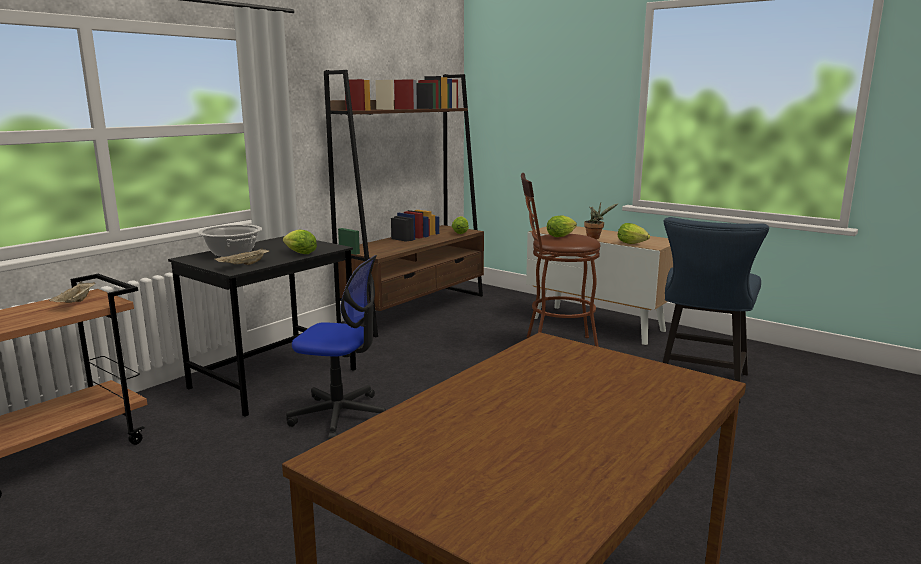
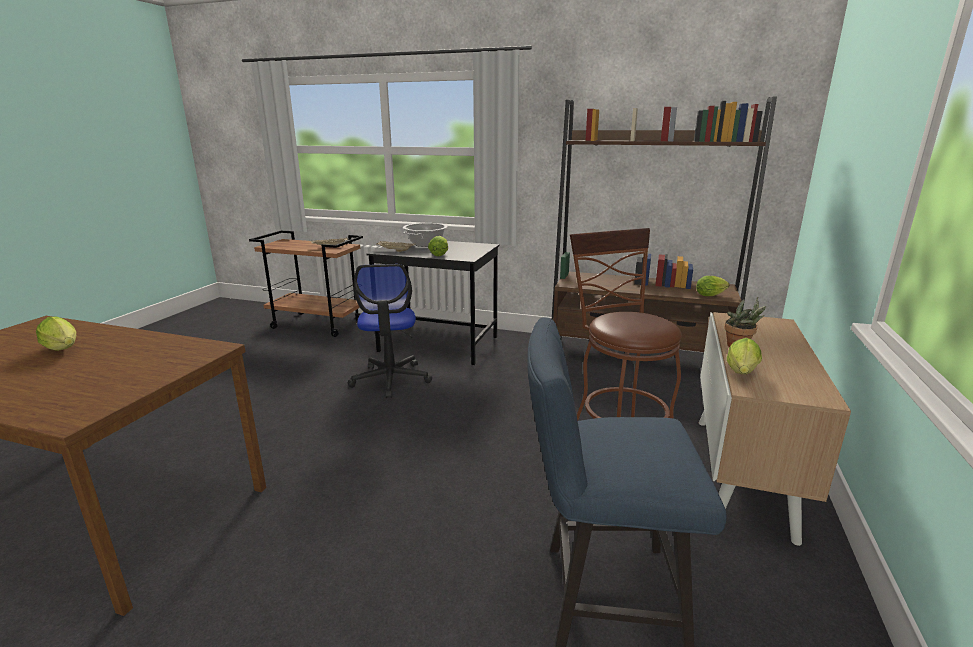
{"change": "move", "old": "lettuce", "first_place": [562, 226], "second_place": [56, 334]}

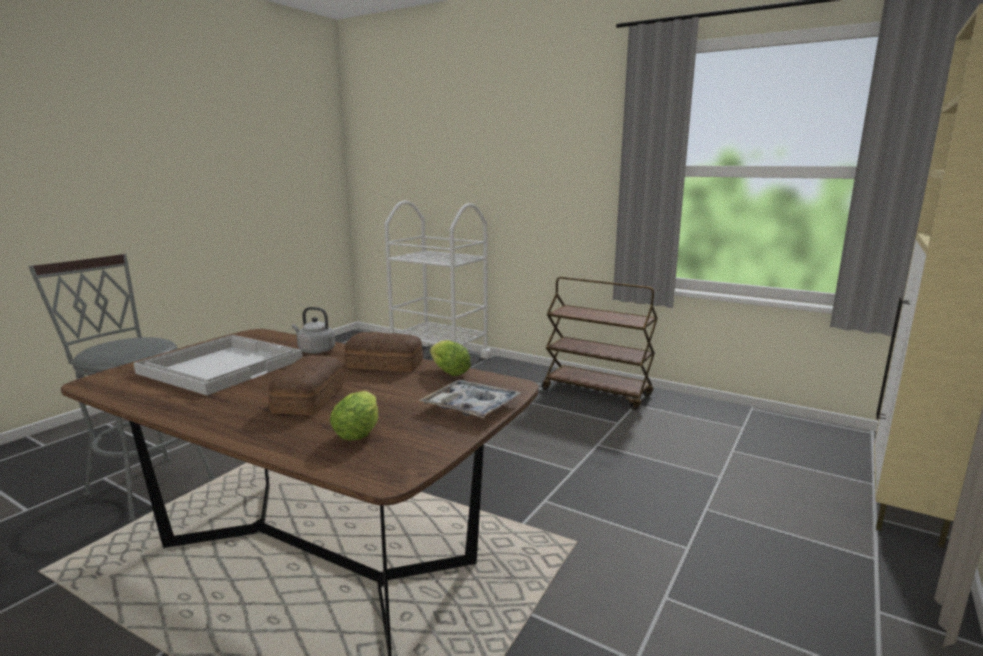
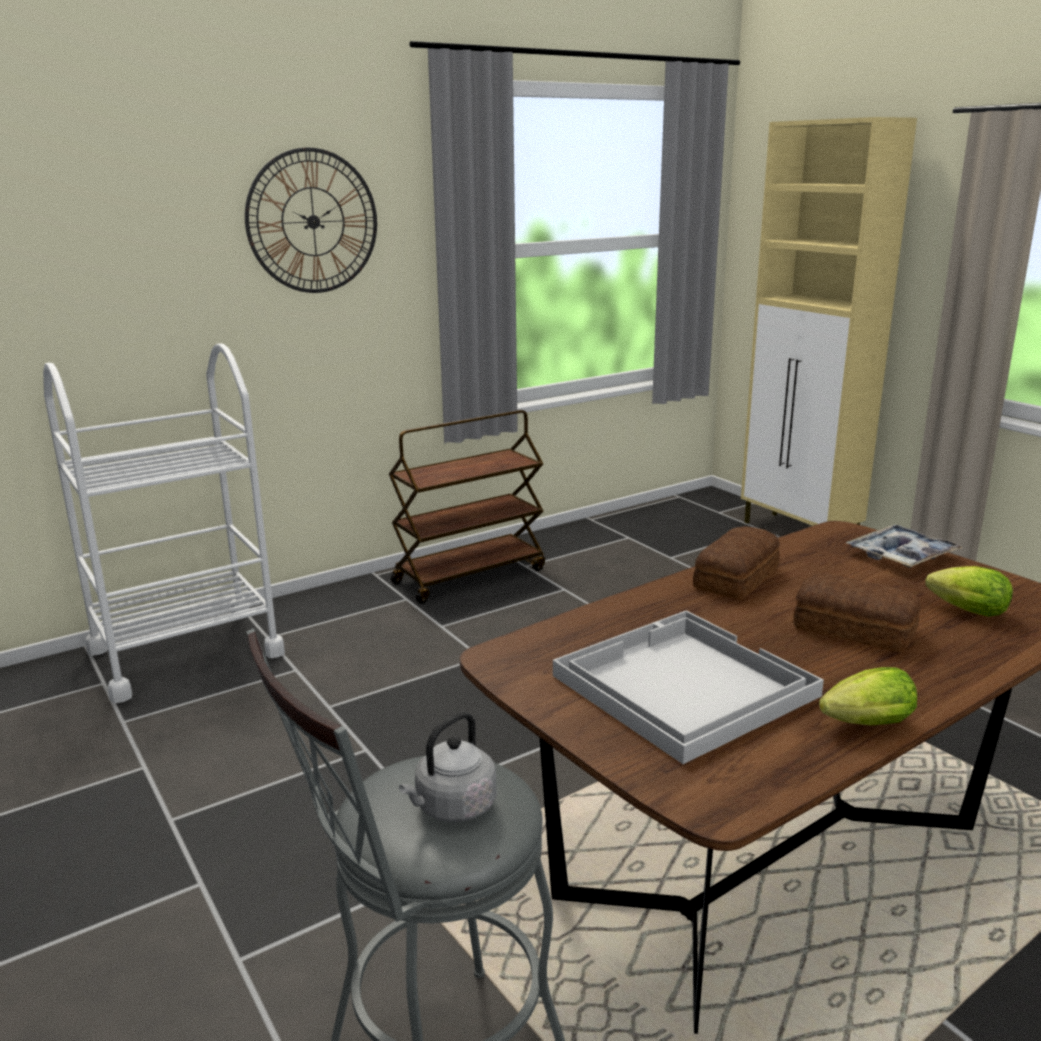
{"change": "insert", "new": "wall clock", "second_place": [311, 220]}
{"change": "move", "old": "grey kettle", "first_place": [313, 330], "second_place": [448, 767]}
{"change": "move", "old": "lettuce", "first_place": [450, 358], "second_place": [868, 696]}

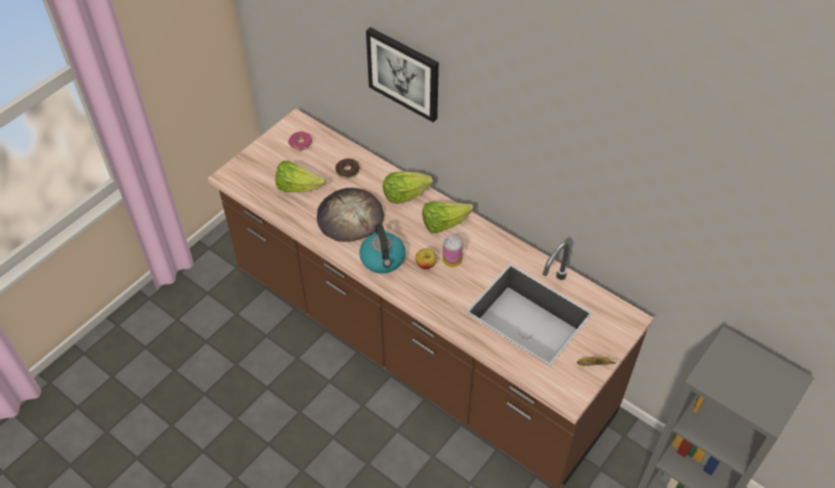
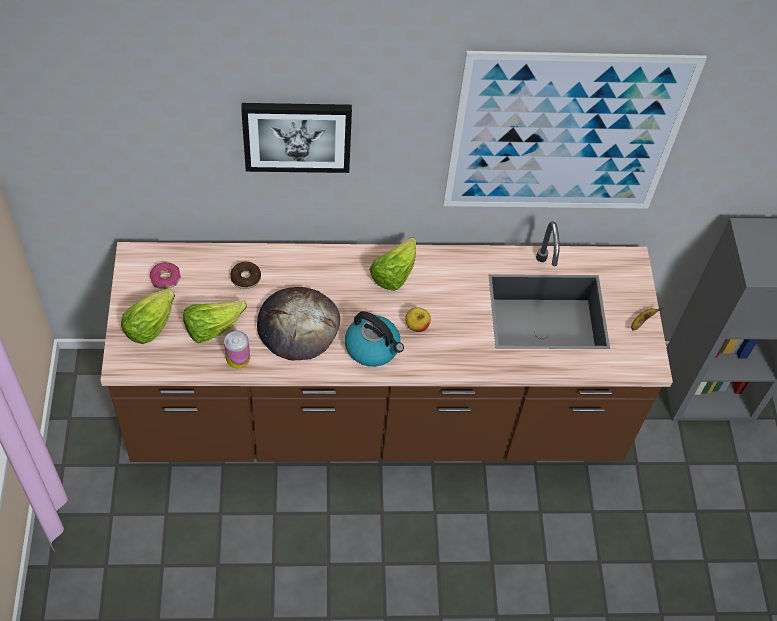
{"change": "insert", "new": "picture", "second_place": [575, 129]}
{"change": "move", "old": "lettuce", "first_place": [408, 187], "second_place": [148, 316]}
{"change": "move", "old": "can", "first_place": [452, 251], "second_place": [237, 349]}

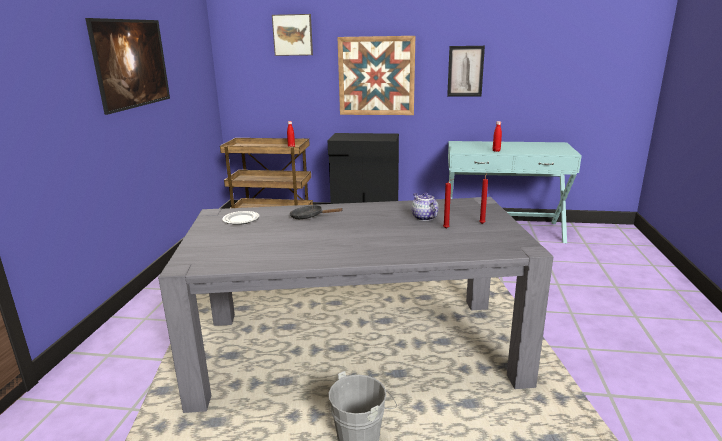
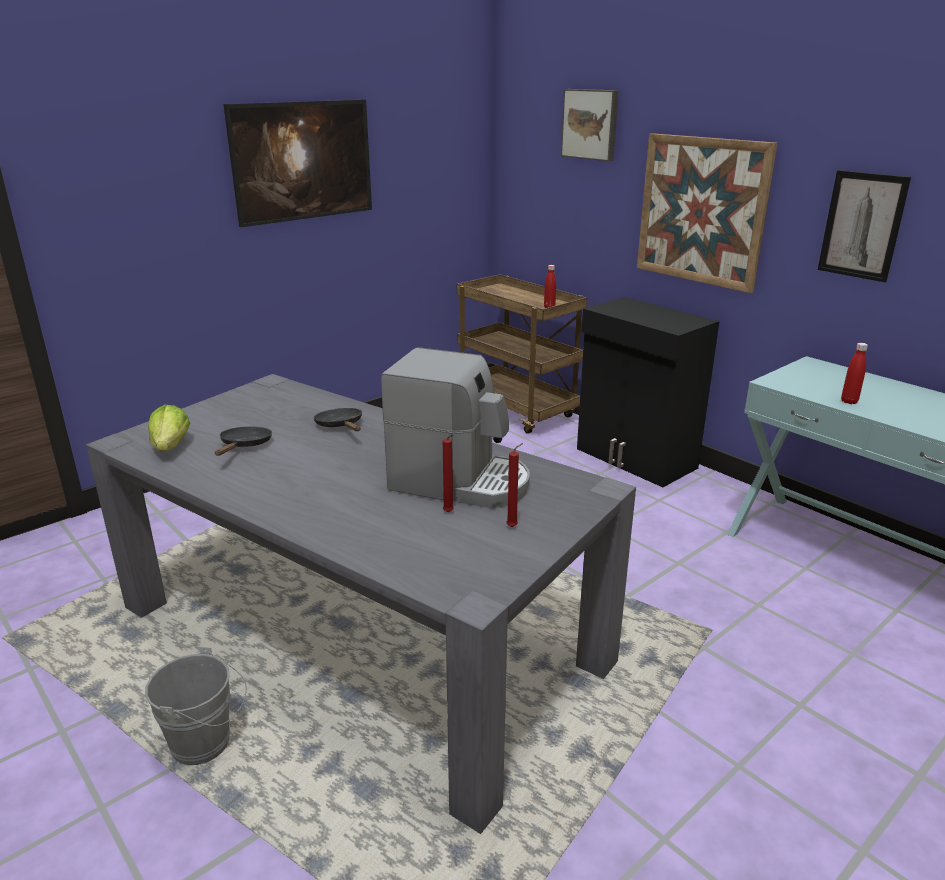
{"change": "delete", "old": "plate", "first_place": [240, 218]}
{"change": "insert", "new": "lettuce", "second_place": [169, 428]}
{"change": "insert", "new": "black frying pan", "second_place": [243, 441]}
{"change": "replace", "old": "teapot", "new": "coffee machine", "first_place": [425, 206], "second_place": [455, 428]}

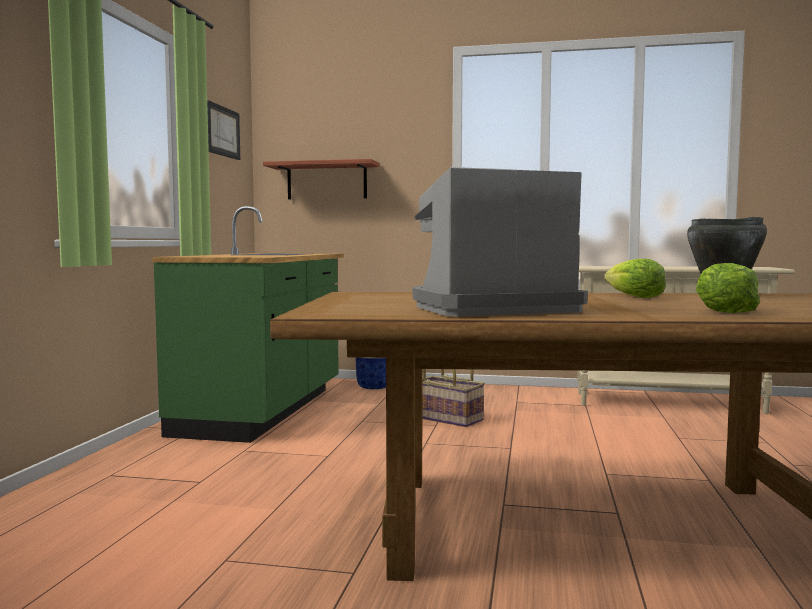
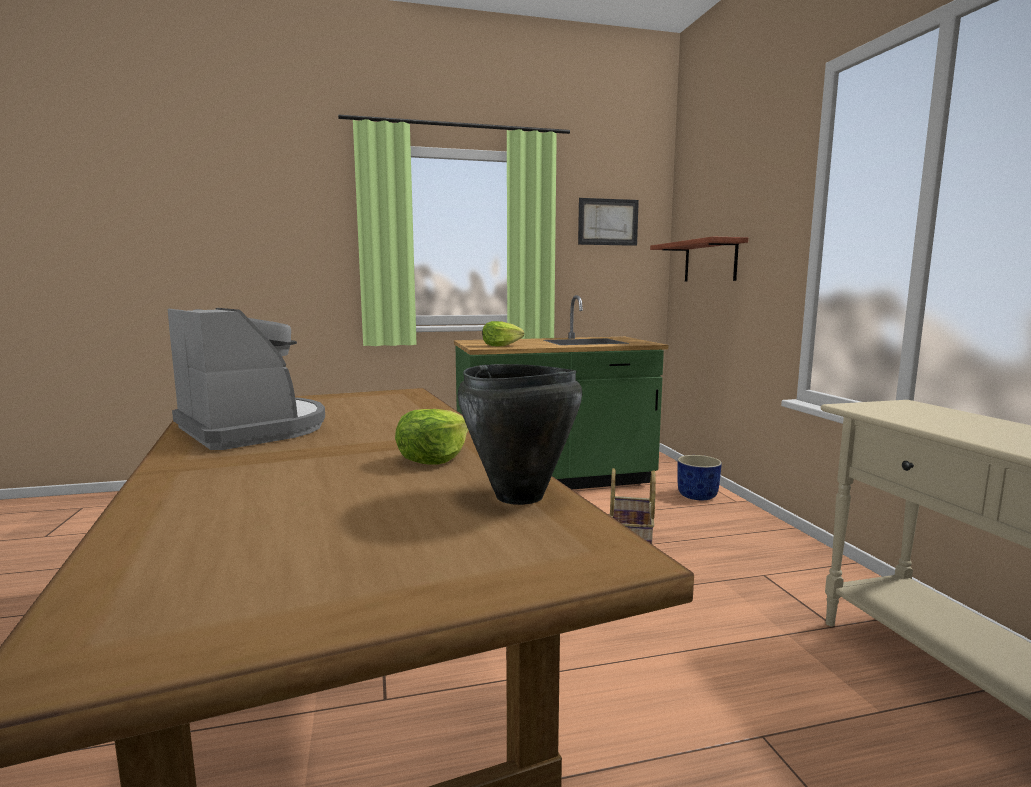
{"change": "move", "old": "lettuce", "first_place": [728, 288], "second_place": [503, 333]}

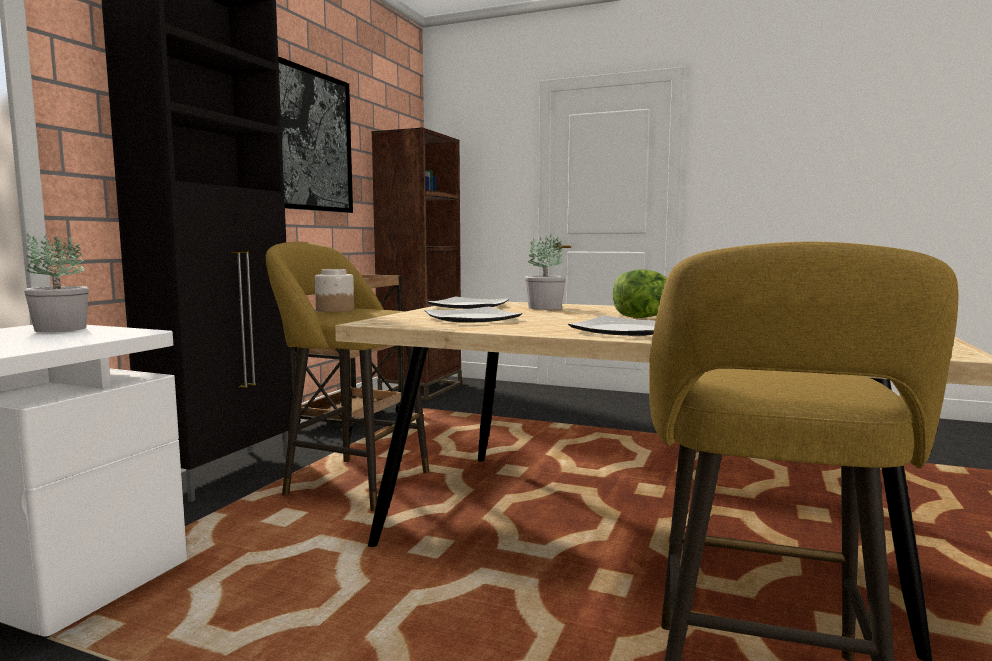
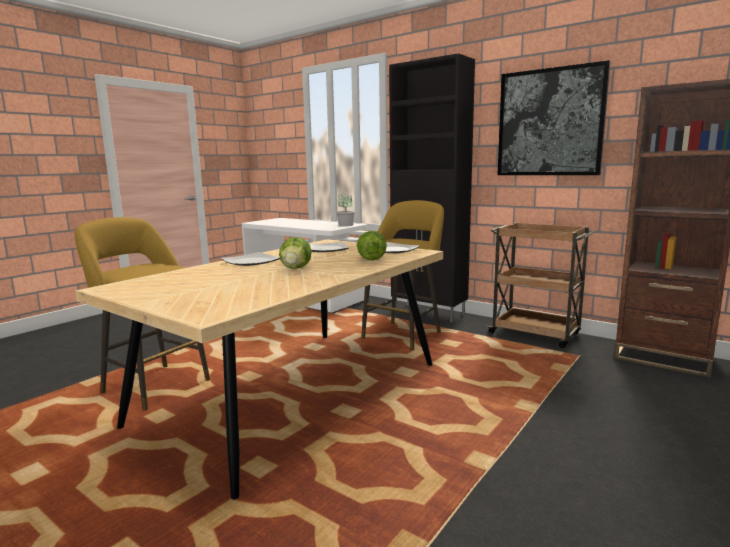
{"change": "delete", "old": "jar", "first_place": [334, 290]}
{"change": "replace", "old": "potted plant", "new": "lettuce", "first_place": [545, 272], "second_place": [372, 245]}

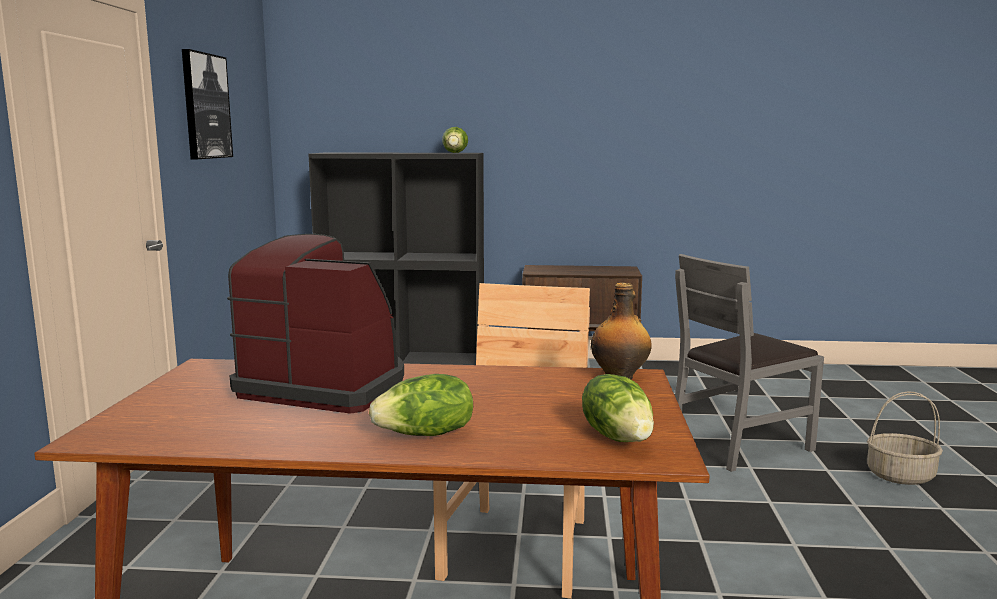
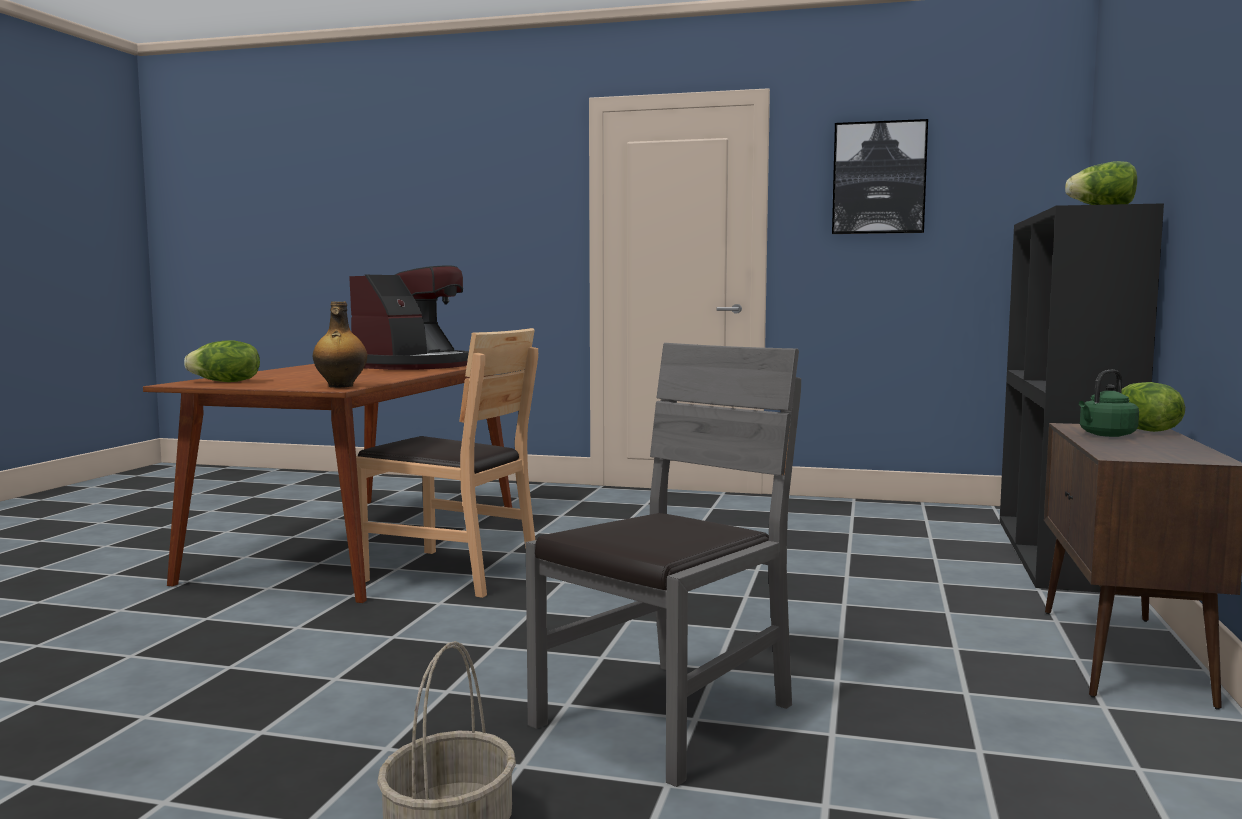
{"change": "insert", "new": "green kettle", "second_place": [1109, 403]}
{"change": "move", "old": "lettuce", "first_place": [421, 405], "second_place": [1153, 407]}
{"change": "rotate", "old": "grey chair", "first_place": [749, 363], "second_place": [663, 565], "degrees": 60}

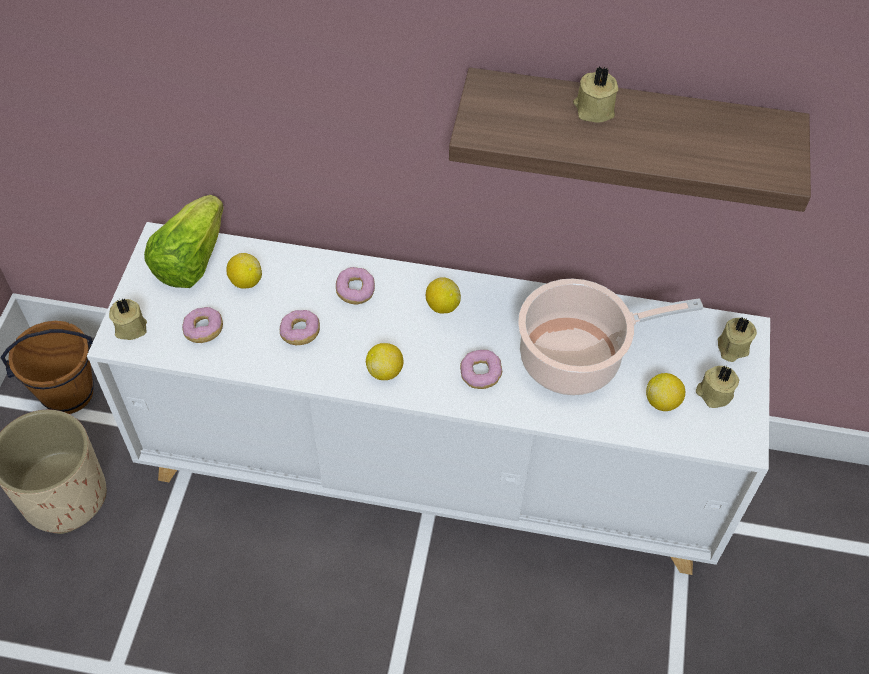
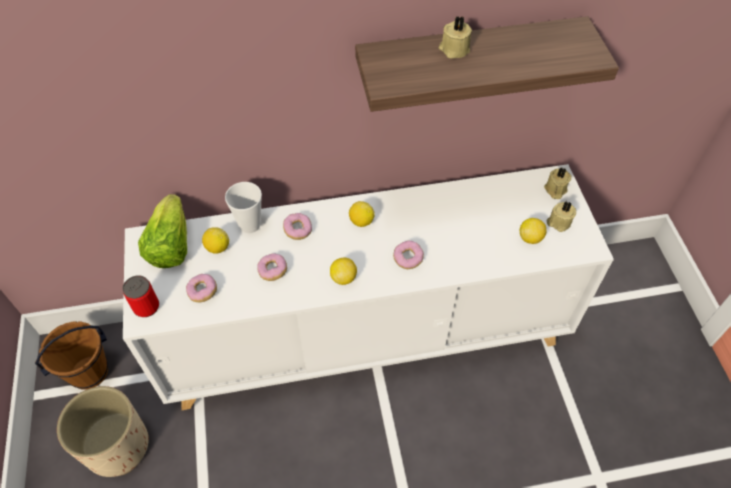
{"change": "delete", "old": "cooking pot", "first_place": [610, 337]}
{"change": "insert", "new": "cup", "second_place": [243, 207]}
{"change": "replace", "old": "beige candle", "new": "can", "first_place": [128, 319], "second_place": [141, 296]}

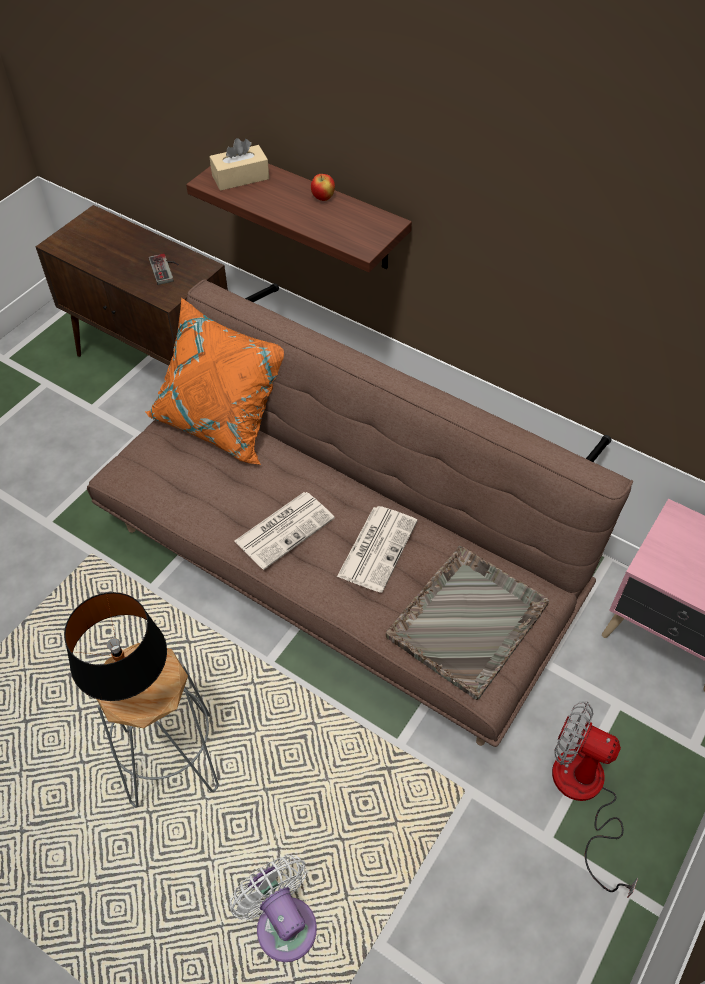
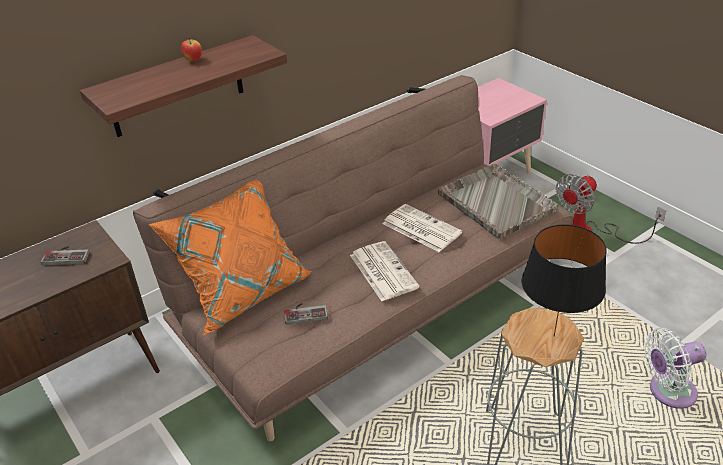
{"change": "delete", "old": "beige tissue box", "first_place": [239, 164]}
{"change": "insert", "new": "game controller", "second_place": [306, 314]}

